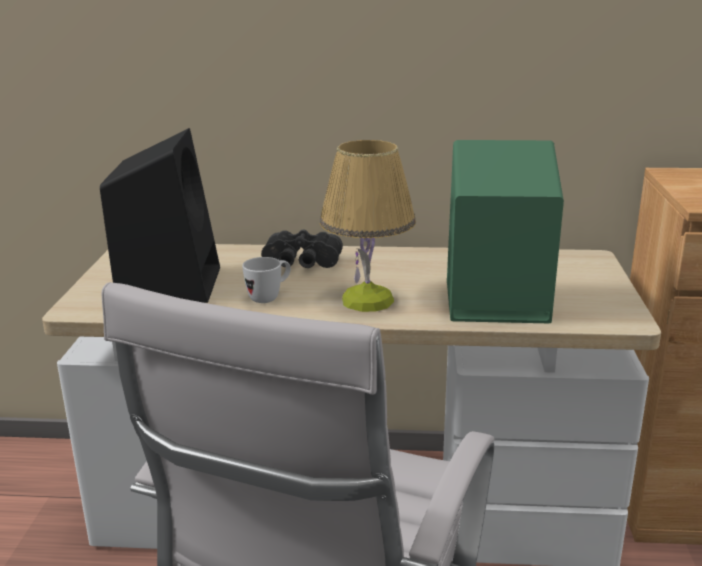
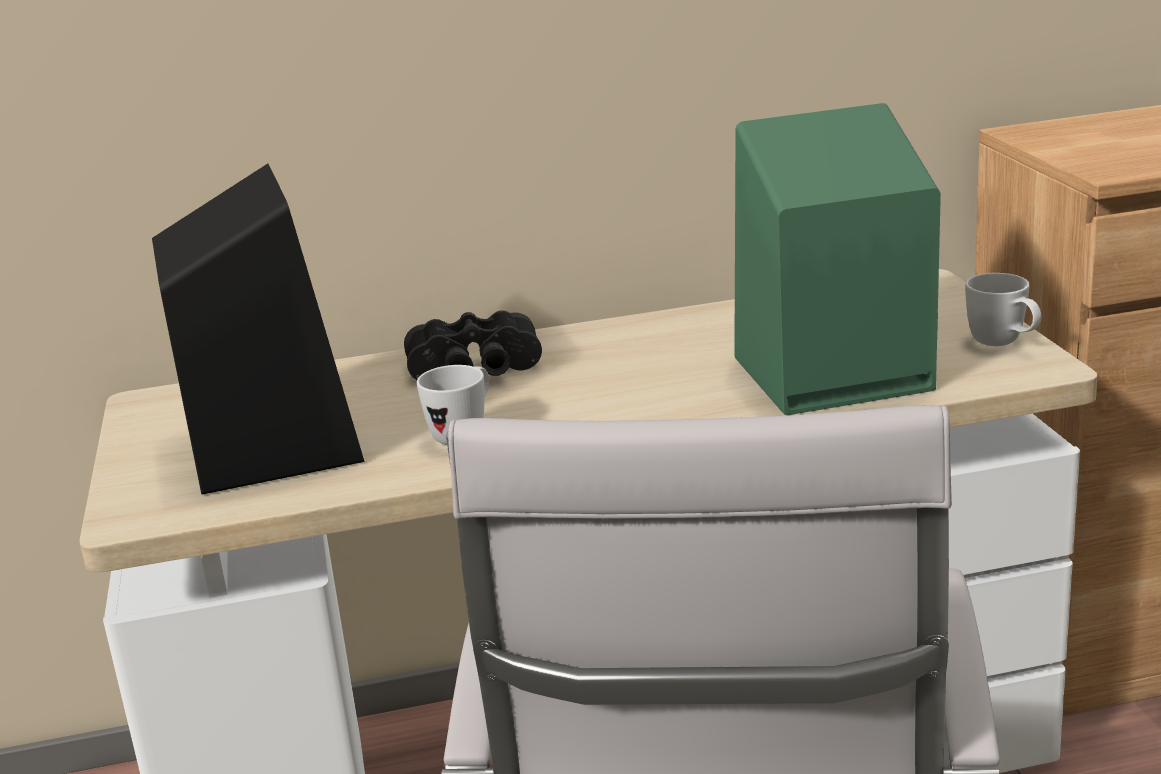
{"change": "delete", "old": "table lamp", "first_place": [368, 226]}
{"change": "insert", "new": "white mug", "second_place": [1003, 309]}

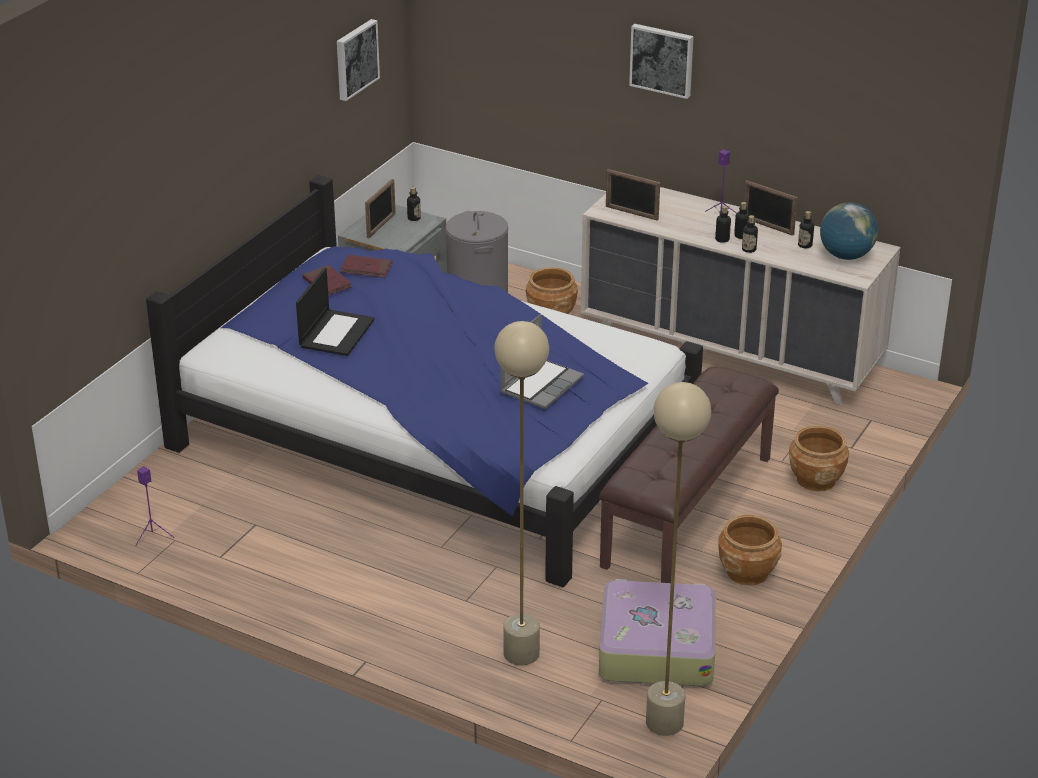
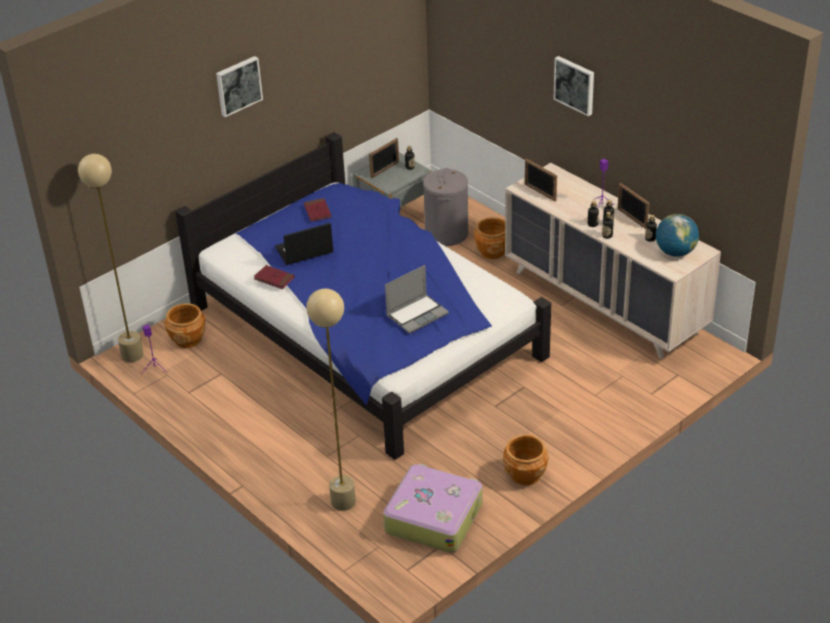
{"change": "delete", "old": "brown bench", "first_place": [689, 475]}
{"change": "move", "old": "picture", "first_place": [358, 60], "second_place": [239, 86]}
{"change": "move", "old": "red book", "first_place": [366, 266], "second_place": [274, 277]}
{"change": "move", "old": "beige floor lamp", "first_place": [678, 559], "second_place": [110, 258]}
{"change": "move", "old": "brown planter", "first_place": [819, 459], "second_place": [185, 325]}
{"change": "rotate", "old": "laptop", "first_place": [335, 312], "second_place": [304, 244], "degrees": -150}

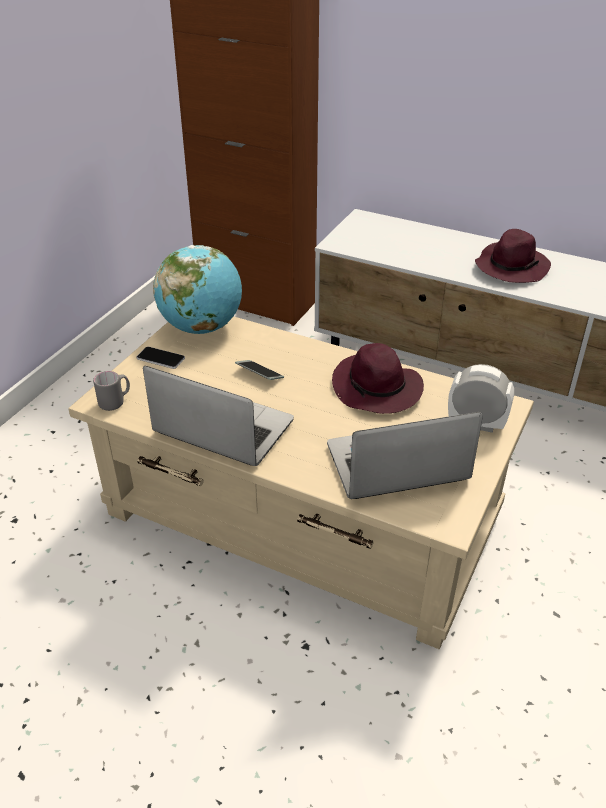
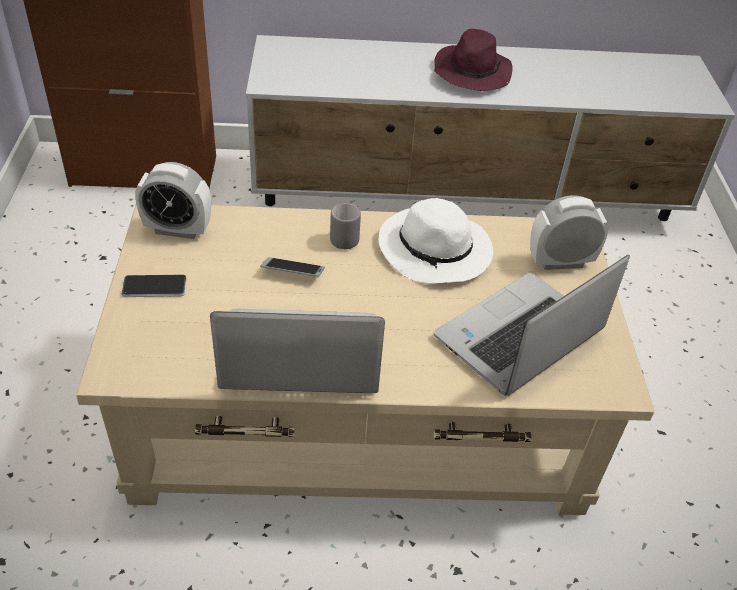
{"change": "move", "old": "grey mug", "first_place": [111, 391], "second_place": [345, 226]}
{"change": "replace", "old": "globe", "new": "alarm clock", "first_place": [197, 289], "second_place": [173, 200]}
{"change": "recolor", "old": "purple hat", "new": "white hat", "first_place": [378, 378], "second_place": [435, 240]}

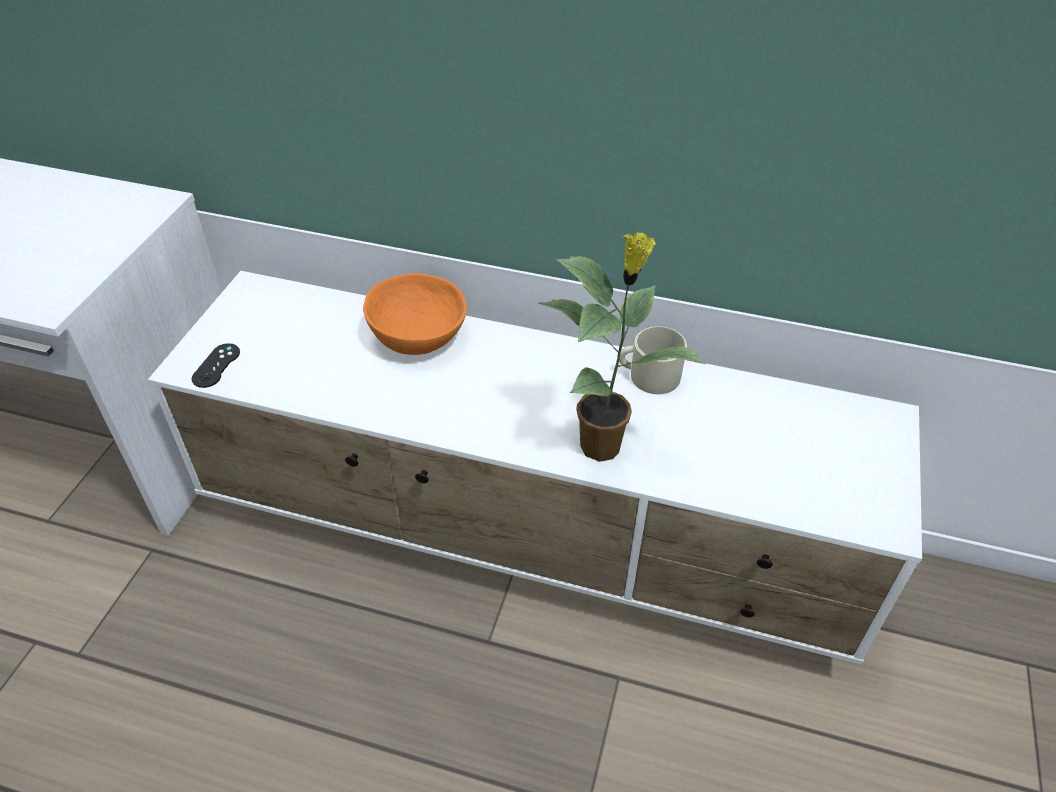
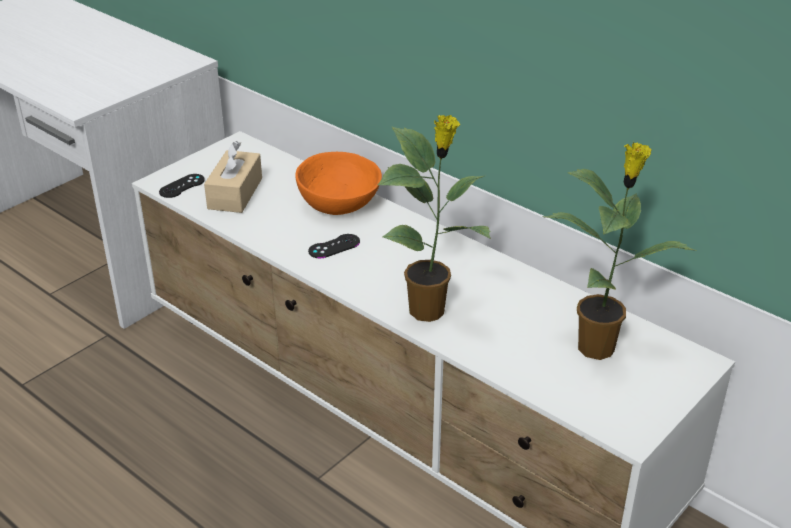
{"change": "delete", "old": "beige mug", "first_place": [653, 360]}
{"change": "insert", "new": "beige tissue box", "second_place": [233, 177]}
{"change": "insert", "new": "black game controller", "second_place": [334, 246]}
{"change": "insert", "new": "potted plant", "second_place": [619, 251]}

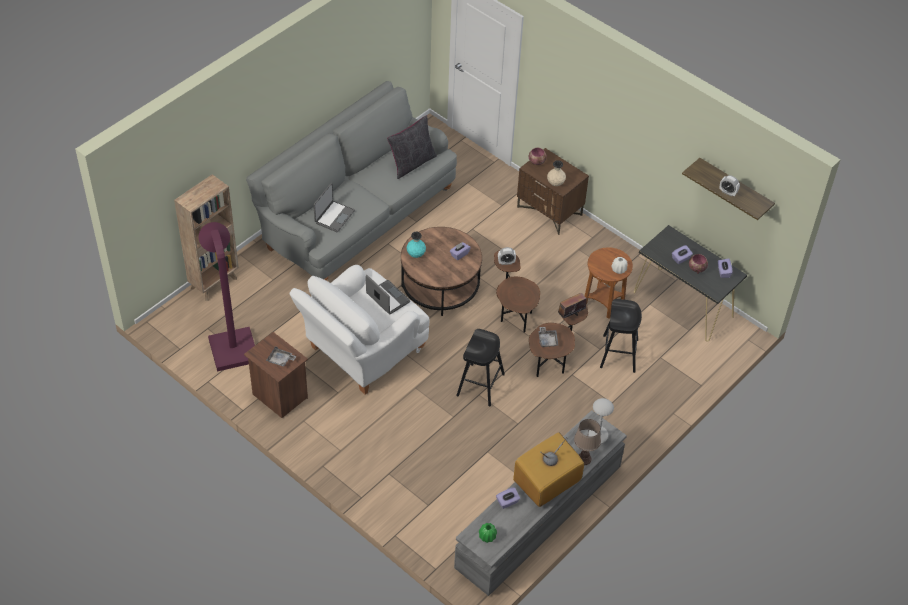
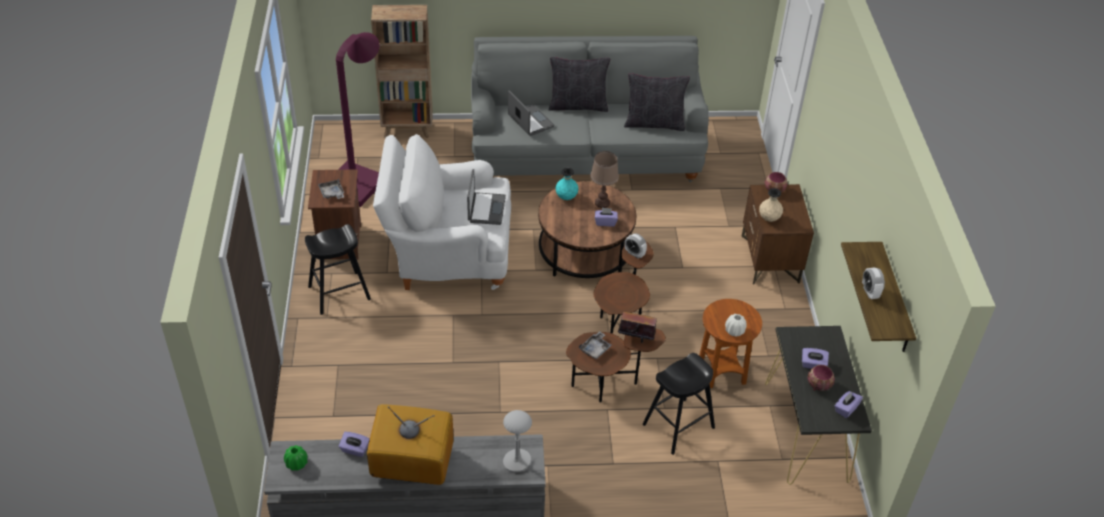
{"change": "insert", "new": "black pillow", "second_place": [580, 84]}
{"change": "move", "old": "black stool", "first_place": [480, 368], "second_place": [338, 269]}
{"change": "move", "old": "brown table lamp", "first_place": [587, 442], "second_place": [604, 179]}
{"change": "rotate", "old": "laptop", "first_place": [334, 208], "second_place": [531, 113], "degrees": -105}

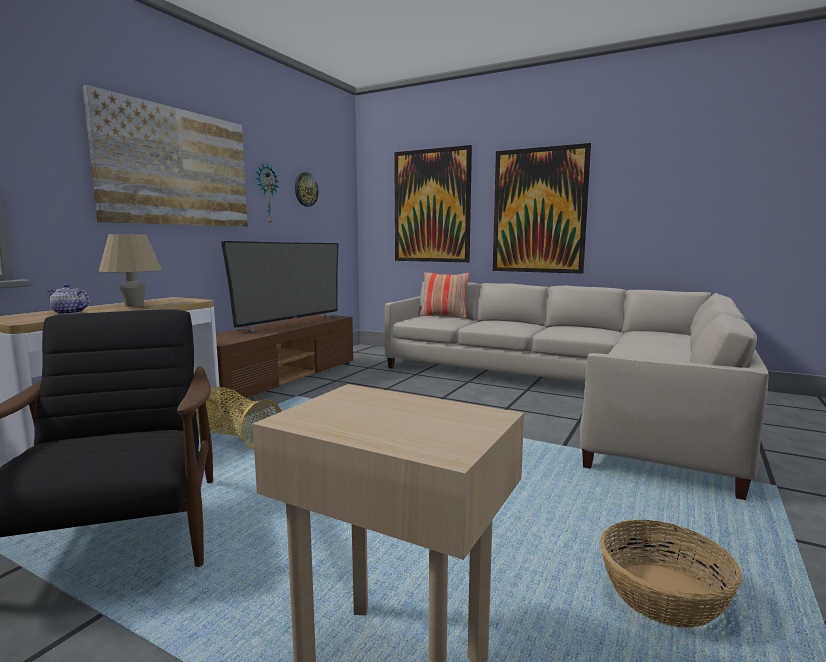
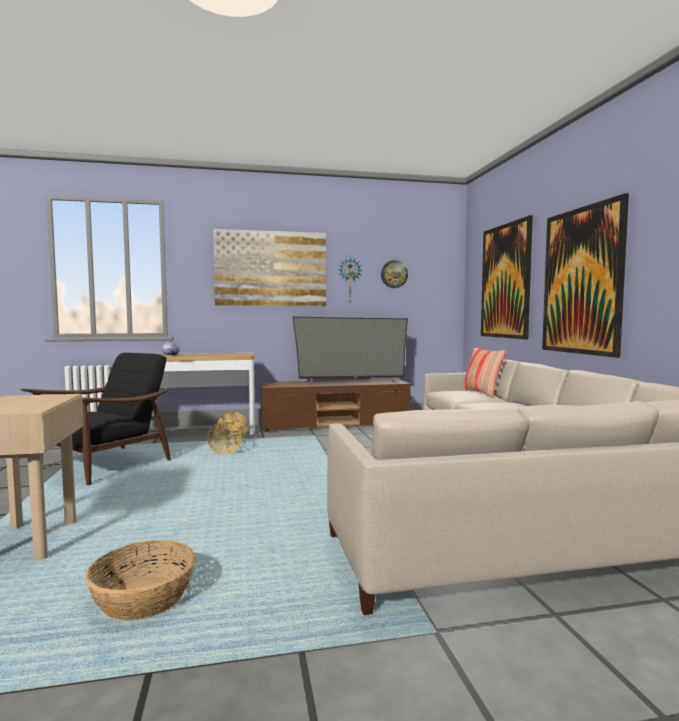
{"change": "delete", "old": "beige table lamp", "first_place": [130, 270]}

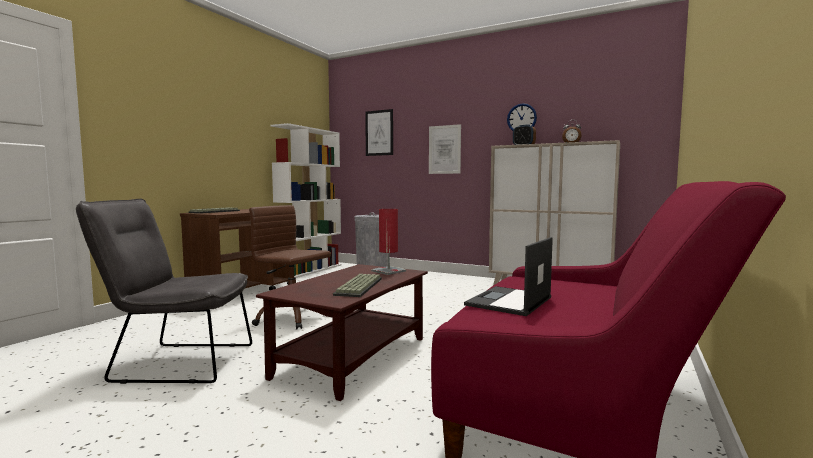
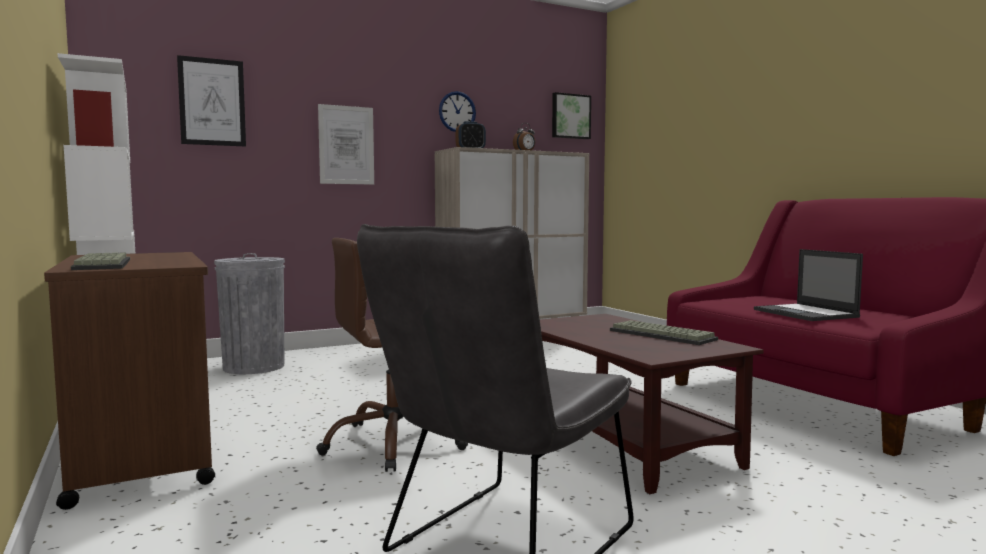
{"change": "delete", "old": "red table lamp", "first_place": [388, 242]}
{"change": "insert", "new": "picture", "second_place": [571, 115]}

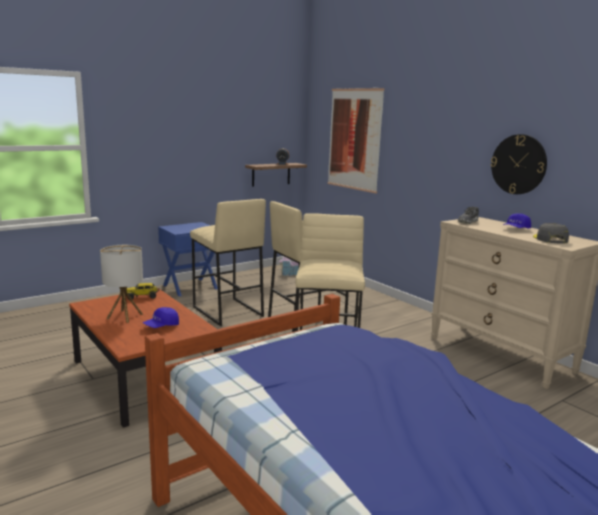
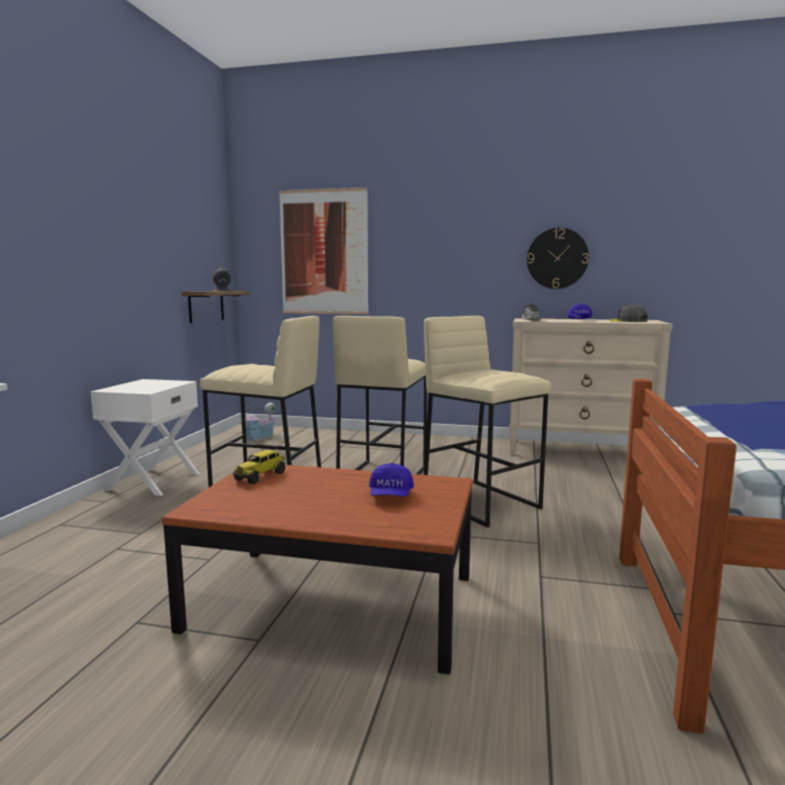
{"change": "delete", "old": "table lamp", "first_place": [121, 284]}
{"change": "recolor", "old": "blue nightstand", "new": "white nightstand", "first_place": [188, 259], "second_place": [145, 437]}

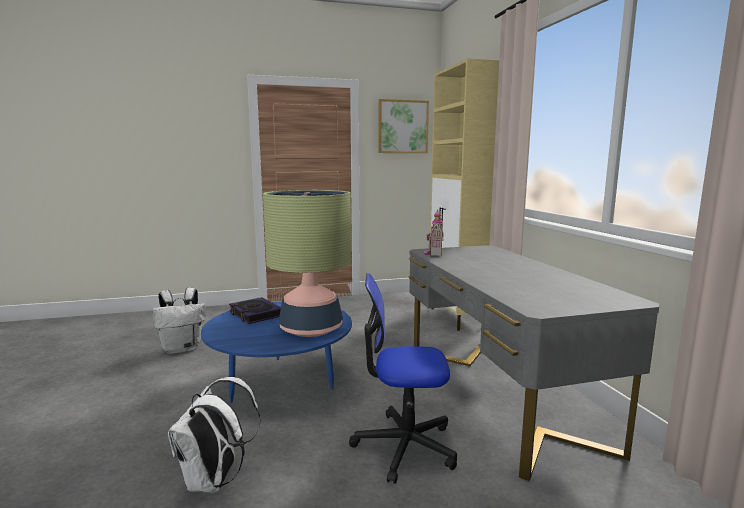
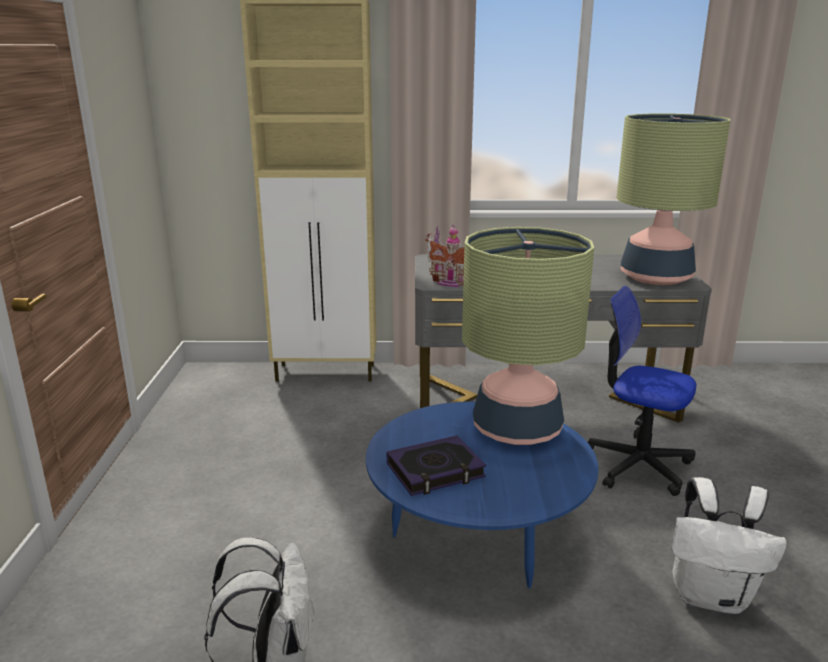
{"change": "delete", "old": "picture", "first_place": [403, 126]}
{"change": "insert", "new": "table lamp", "second_place": [673, 199]}
{"change": "rotate", "old": "office chair", "first_place": [403, 378], "second_place": [641, 391], "degrees": 105}

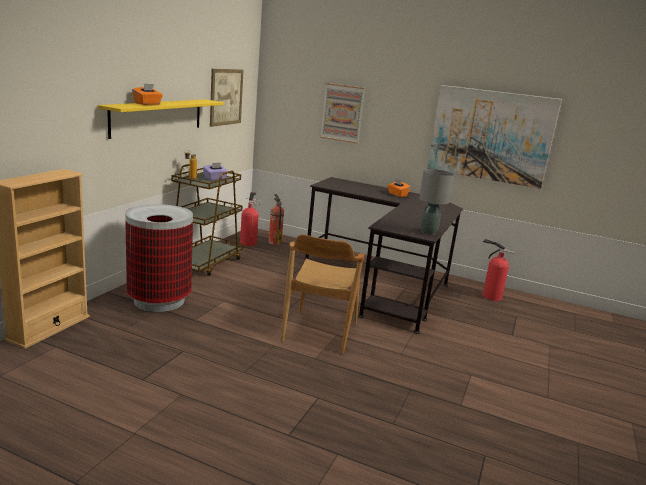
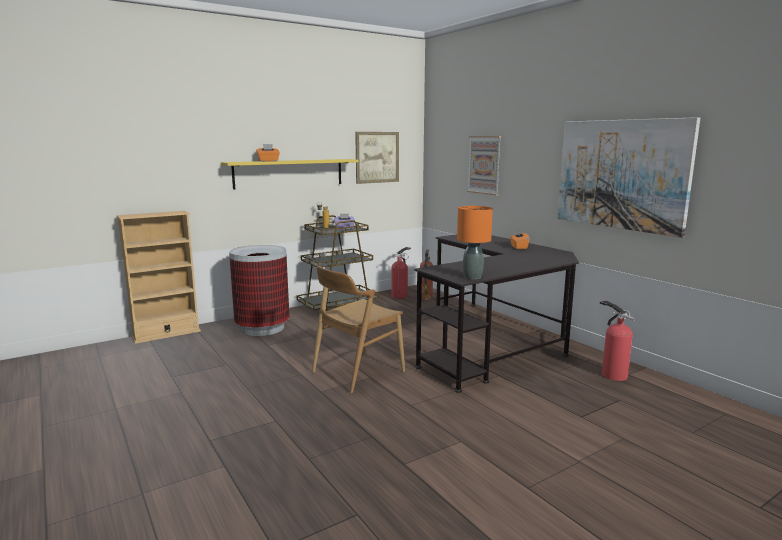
{"change": "recolor", "old": "grey table lamp", "new": "orange table lamp", "first_place": [436, 202], "second_place": [475, 242]}

